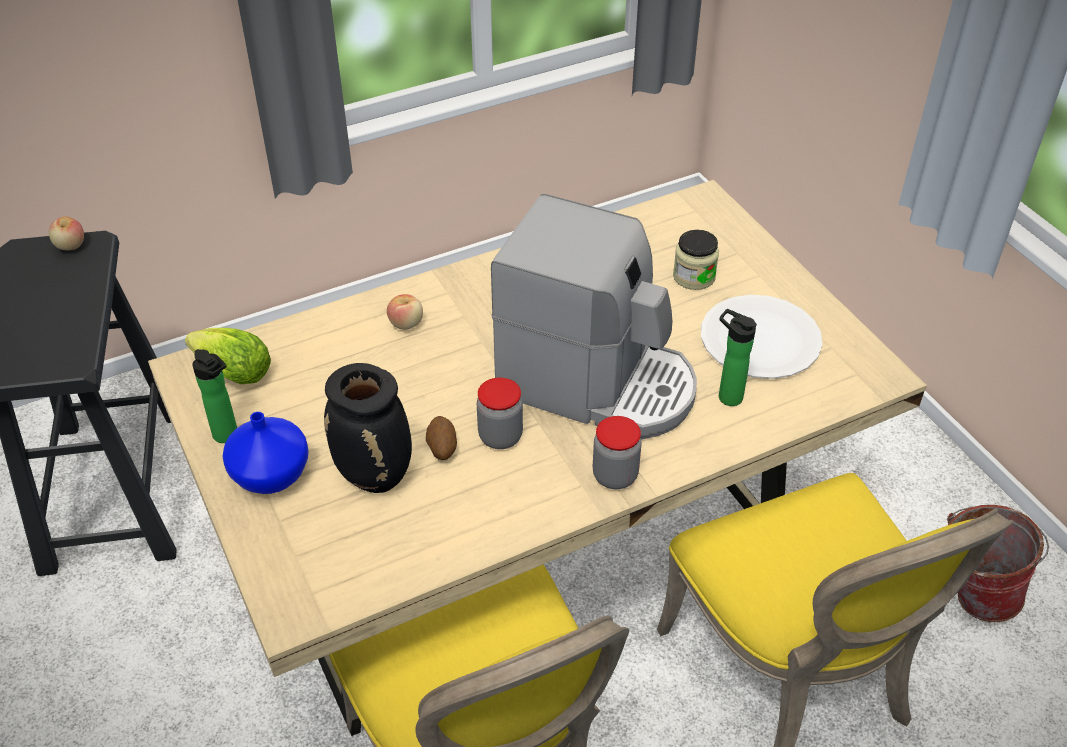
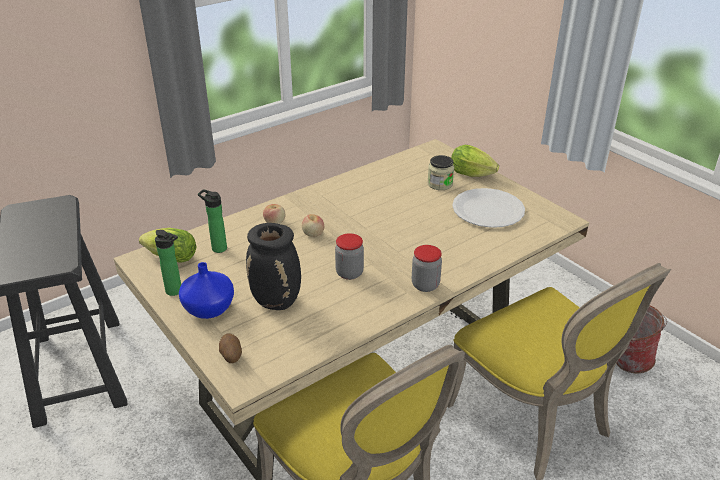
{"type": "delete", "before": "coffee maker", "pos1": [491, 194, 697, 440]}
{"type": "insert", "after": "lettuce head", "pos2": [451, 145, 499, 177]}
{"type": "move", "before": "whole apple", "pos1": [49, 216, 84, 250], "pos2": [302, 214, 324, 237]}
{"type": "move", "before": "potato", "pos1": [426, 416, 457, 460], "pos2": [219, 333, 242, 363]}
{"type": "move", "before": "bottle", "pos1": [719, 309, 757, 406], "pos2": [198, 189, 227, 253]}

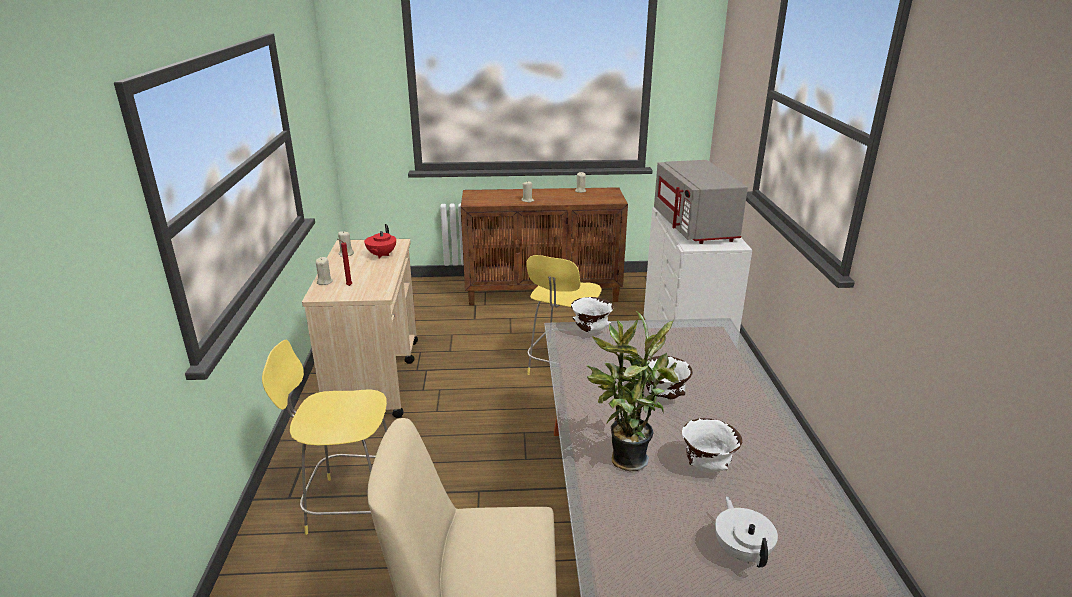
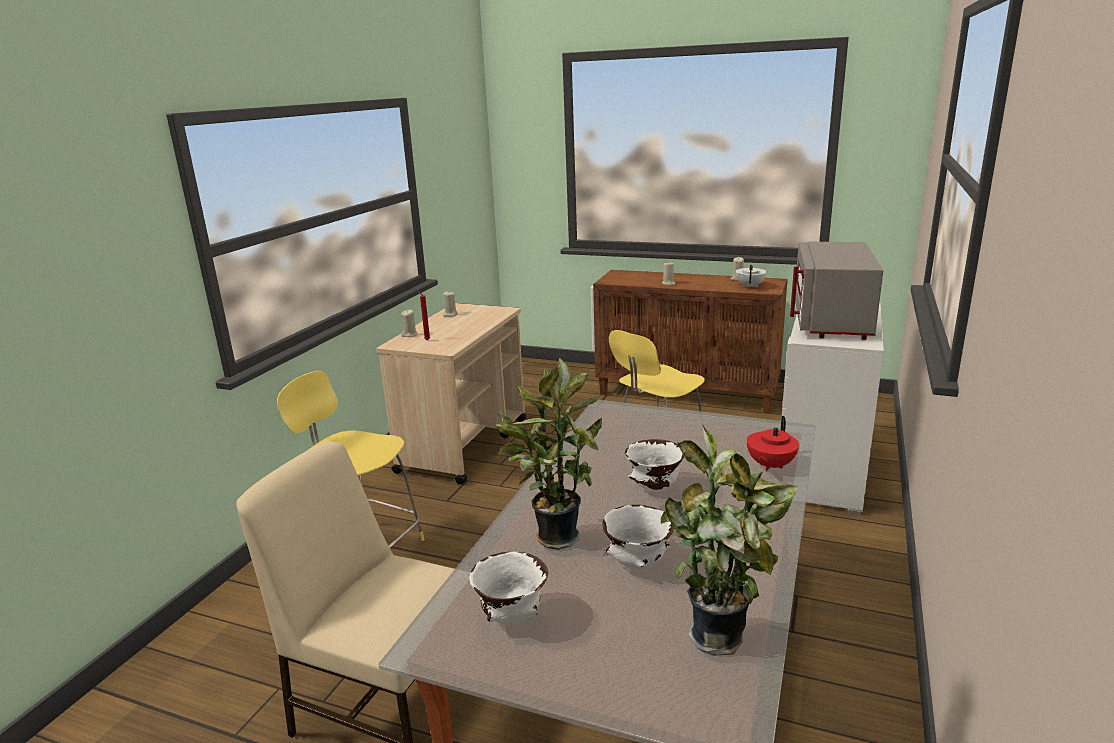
{"type": "insert", "after": "plant in a pot", "pos2": [661, 424, 798, 655]}
{"type": "move", "before": "red tea pot", "pos1": [364, 224, 396, 258], "pos2": [747, 416, 799, 471]}
{"type": "move", "before": "white serving bowl", "pos1": [571, 297, 613, 334], "pos2": [470, 552, 548, 625]}
{"type": "move", "before": "white tea pot", "pos1": [715, 496, 778, 567], "pos2": [736, 265, 766, 287]}

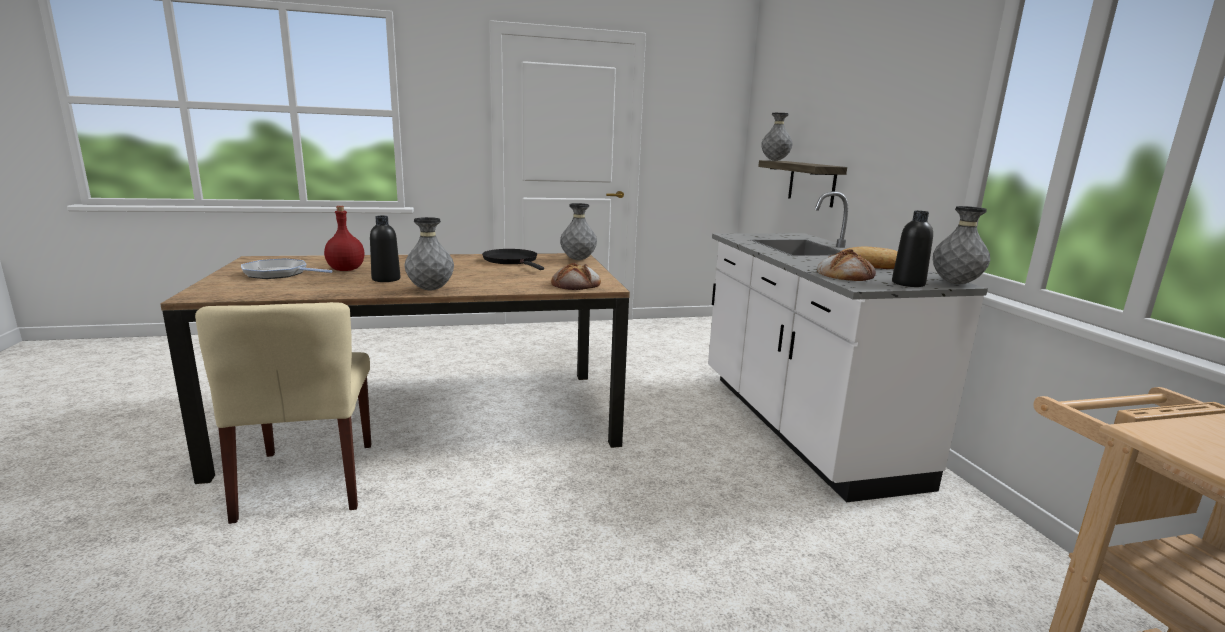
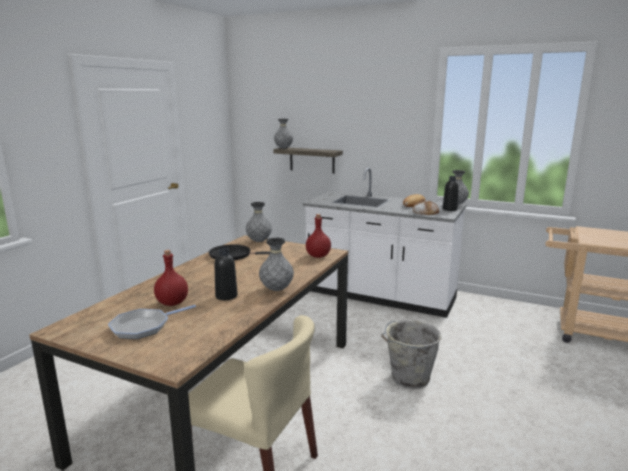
{"type": "insert", "after": "greyish bucket", "pos2": [381, 320, 442, 389]}
{"type": "replace", "before": "bread", "after": "red bottle", "pos1": [551, 262, 601, 290], "pos2": [306, 214, 331, 258]}

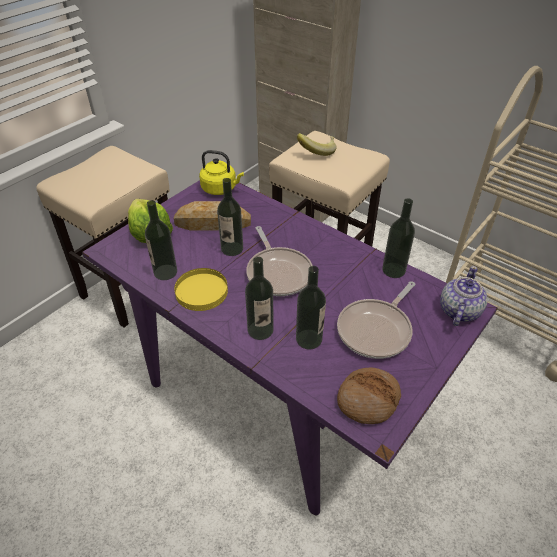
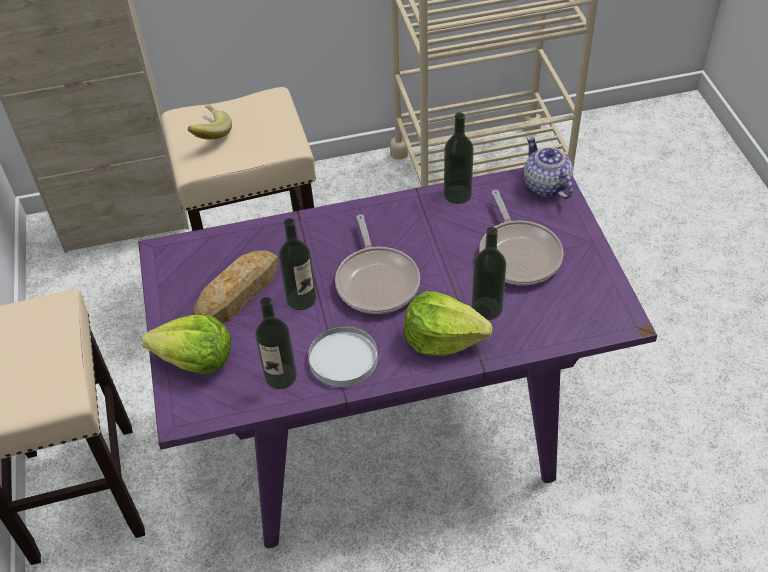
{"type": "delete", "before": "yellow tea kettle", "pos1": [199, 150, 244, 195]}
{"type": "delete", "before": "bread", "pos1": [337, 367, 401, 424]}
{"type": "replace", "before": "bottle", "after": "lettuce head", "pos1": [245, 257, 274, 340], "pos2": [404, 291, 493, 356]}
{"type": "recolor", "before": "yellow dinner plate", "after": "white dinner plate", "pos1": [174, 268, 228, 311], "pos2": [308, 325, 378, 387]}
{"type": "rotate", "before": "skillet", "pos1": [246, 226, 313, 296], "pos2": [335, 214, 420, 314], "turn": 60}

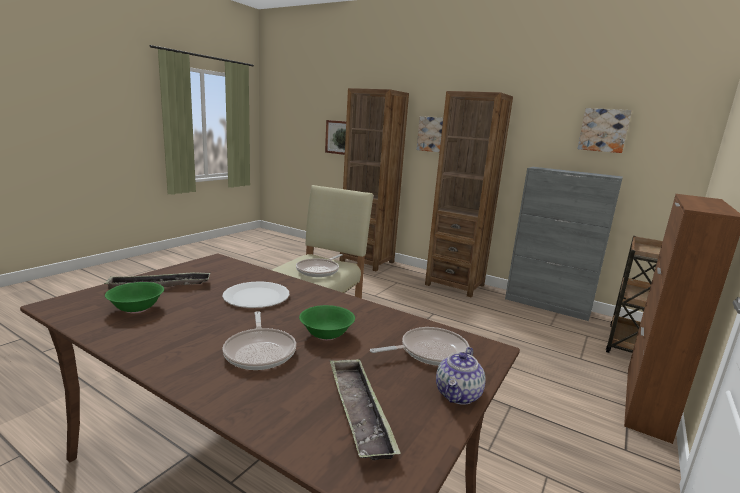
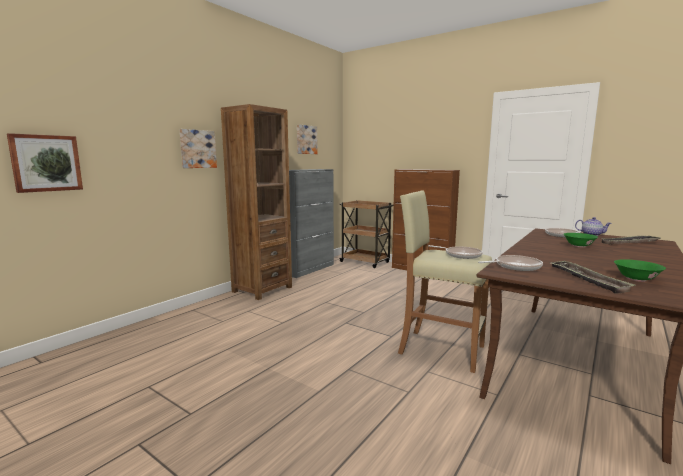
{"type": "delete", "before": "white dinner plate", "pos1": [222, 282, 289, 308]}
{"type": "delete", "before": "brown shelving unit", "pos1": [340, 88, 409, 271]}
{"type": "move", "before": "skillet", "pos1": [223, 311, 296, 370], "pos2": [478, 255, 543, 271]}

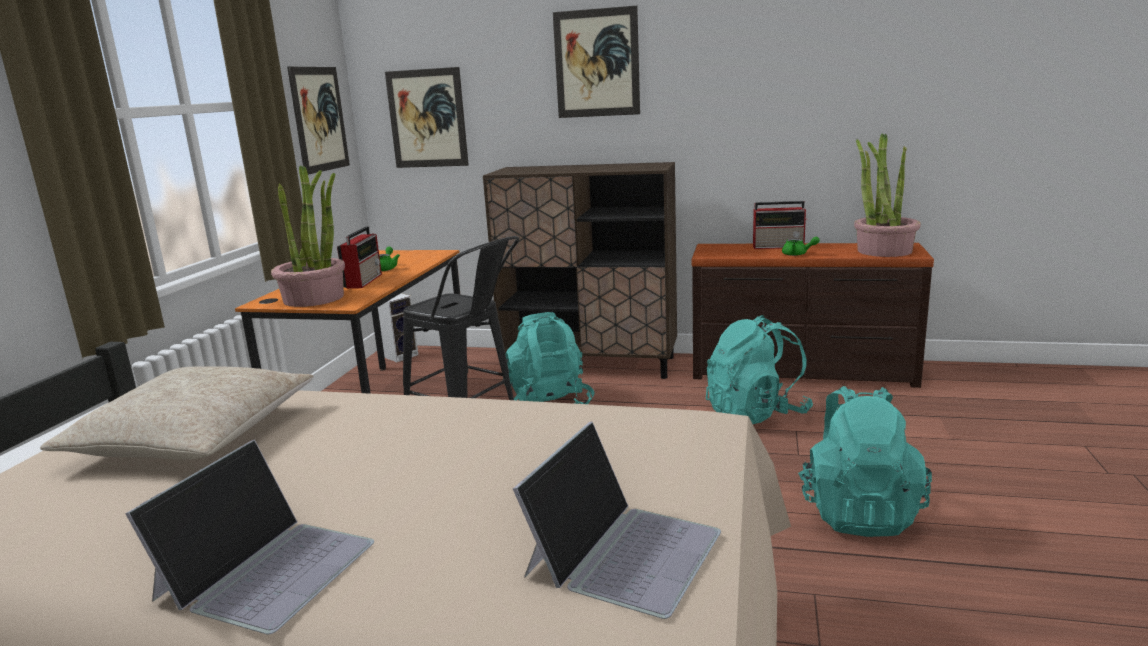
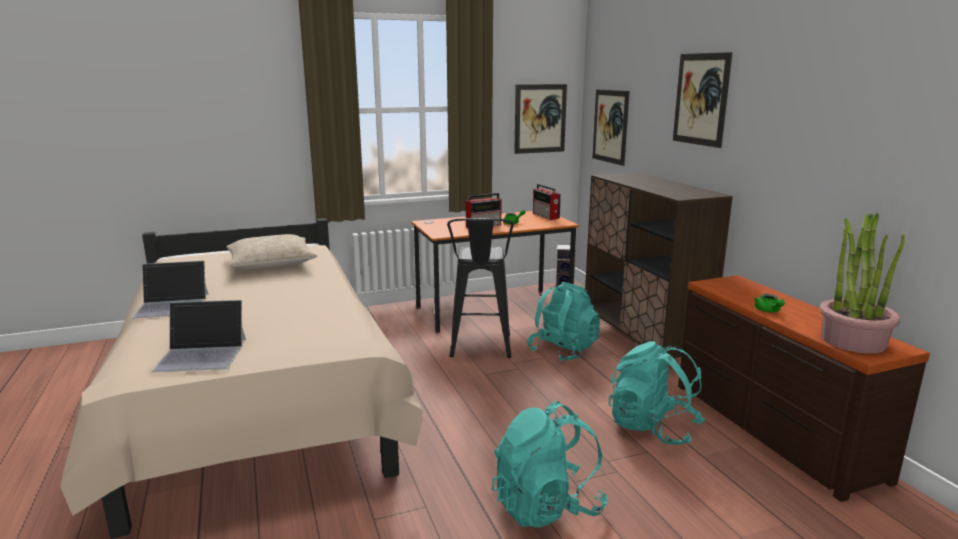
{"type": "delete", "before": "plant in a pot", "pos1": [271, 165, 345, 307]}
{"type": "move", "before": "radio set", "pos1": [753, 201, 807, 249], "pos2": [533, 184, 561, 220]}

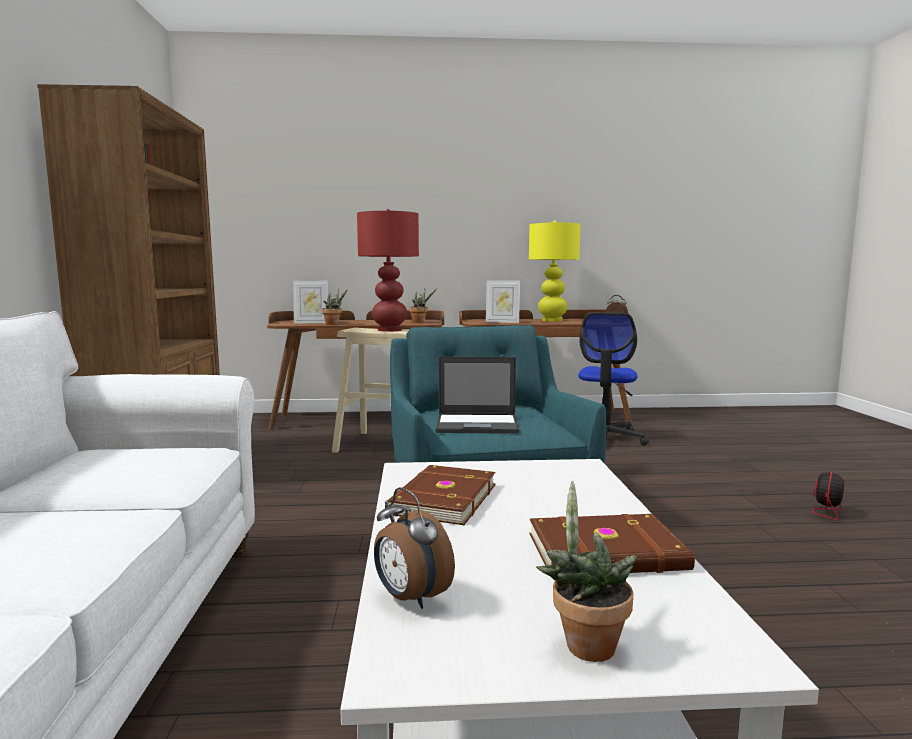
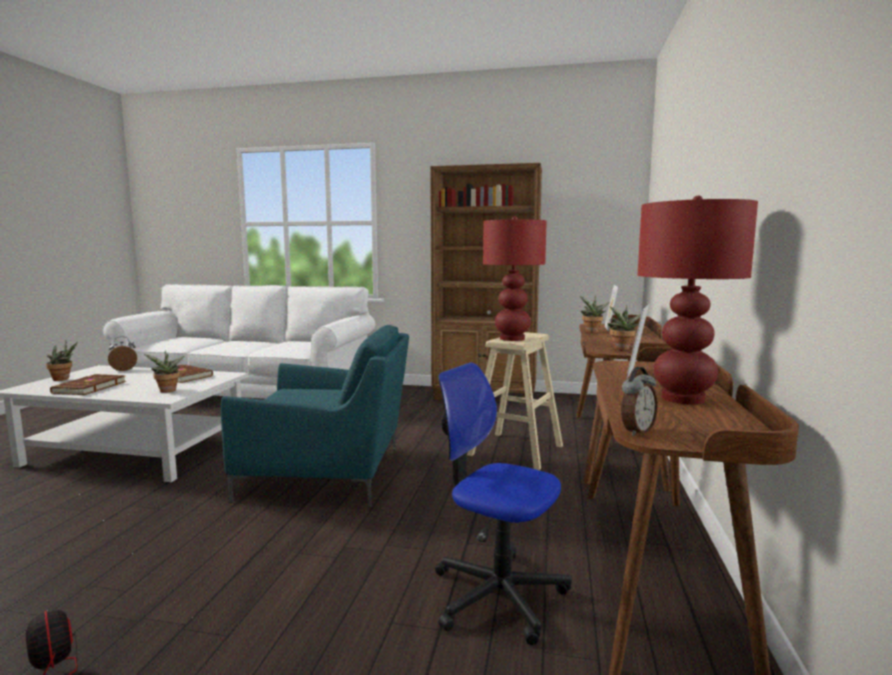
{"type": "delete", "before": "notebook computer", "pos1": [436, 357, 519, 434]}
{"type": "insert", "after": "plant in a pot", "pos2": [144, 351, 185, 393]}
{"type": "recolor", "before": "yellow lamp for a table", "after": "red lamp for a table", "pos1": [529, 220, 581, 322], "pos2": [638, 196, 758, 405]}

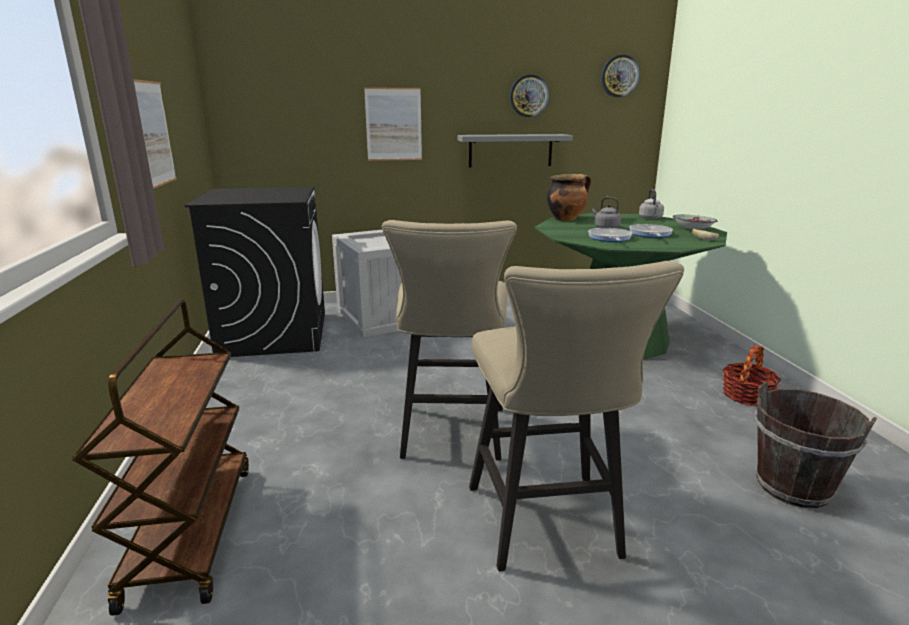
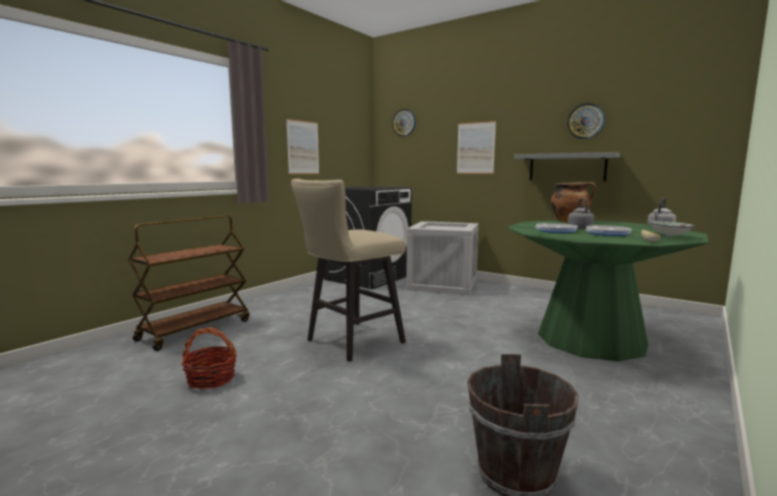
{"type": "delete", "before": "beige-coloured stool", "pos1": [469, 261, 684, 571]}
{"type": "move", "before": "wall clock", "pos1": [601, 55, 640, 97], "pos2": [392, 109, 416, 137]}
{"type": "move", "before": "storage basket", "pos1": [722, 345, 781, 406], "pos2": [181, 327, 237, 390]}

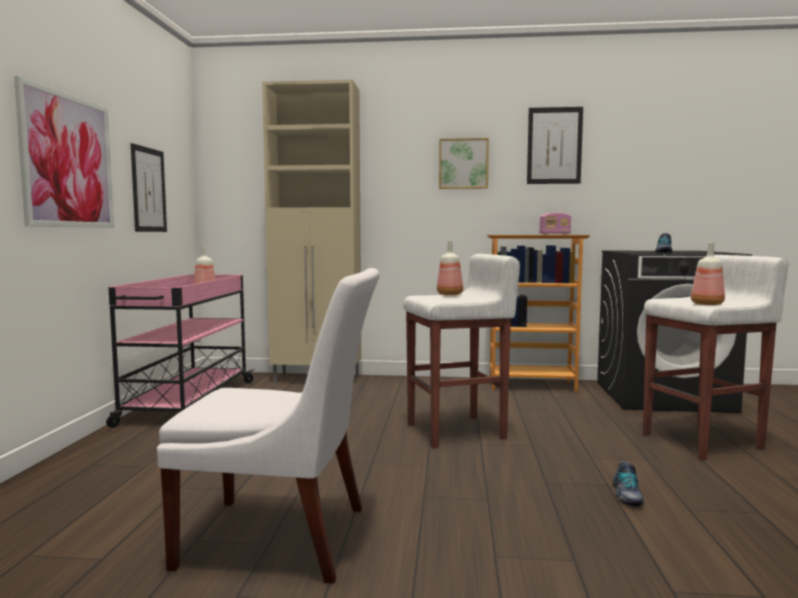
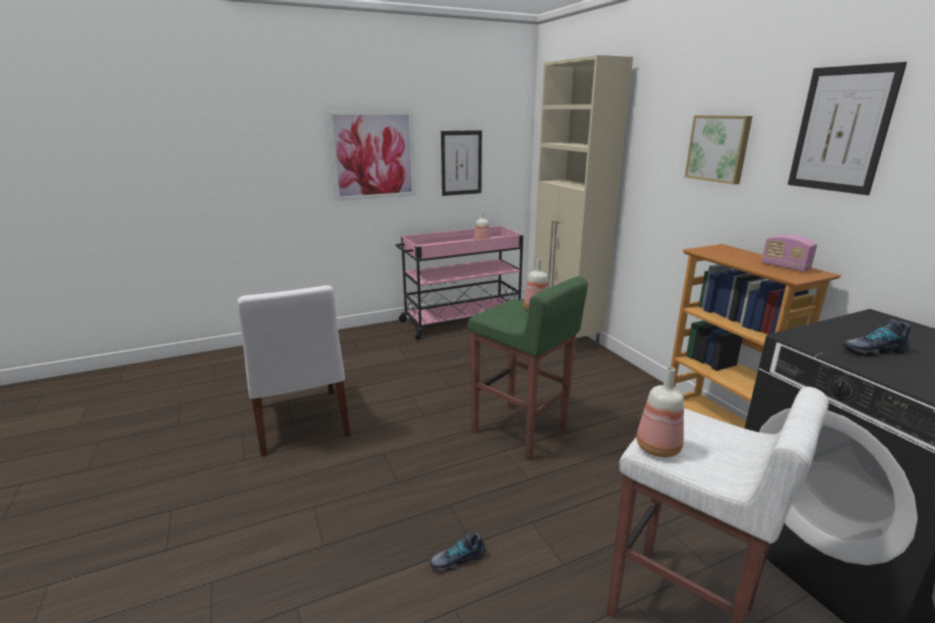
{"type": "recolor", "before": "white stool", "after": "greenish stool", "pos1": [403, 254, 520, 448], "pos2": [467, 277, 588, 461]}

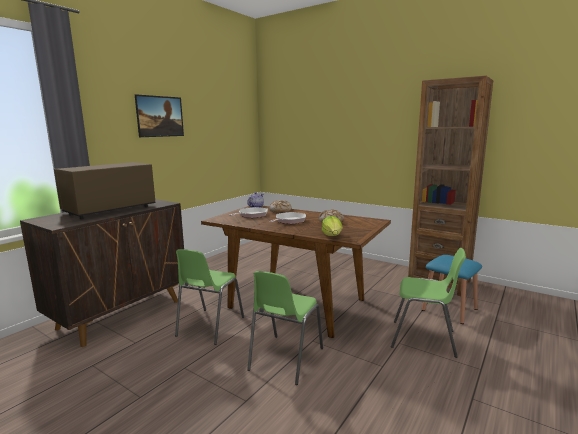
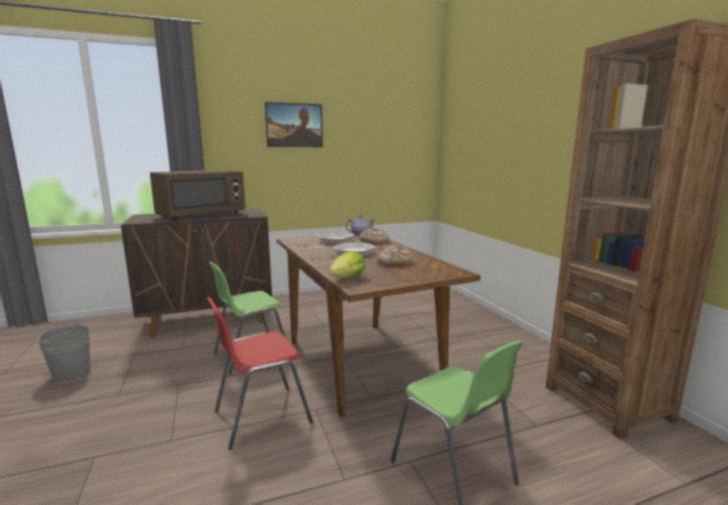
{"type": "delete", "before": "blue-coloured stool", "pos1": [422, 255, 482, 324]}
{"type": "insert", "after": "greyish bucket", "pos2": [37, 322, 90, 382]}
{"type": "recolor", "before": "greenish chair", "after": "red chair", "pos1": [247, 271, 323, 385], "pos2": [207, 297, 313, 450]}
{"type": "rotate", "before": "brown microwave oven", "pos1": [54, 162, 156, 219], "pos2": [150, 170, 245, 220], "turn": 150}

